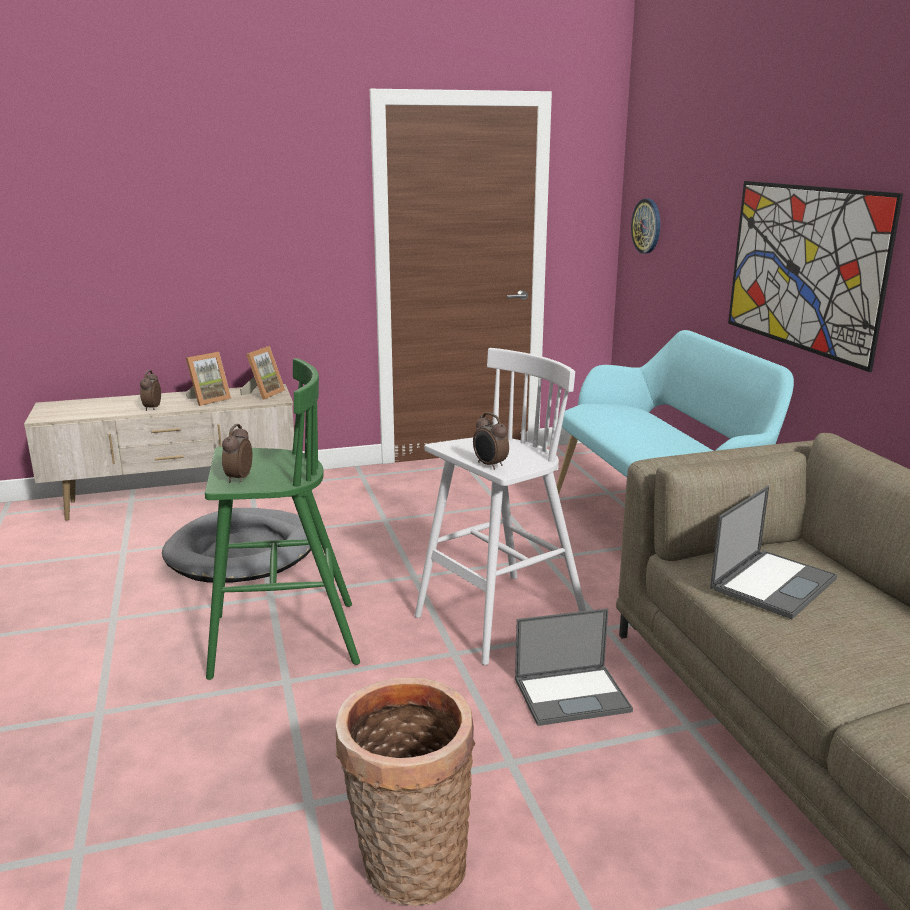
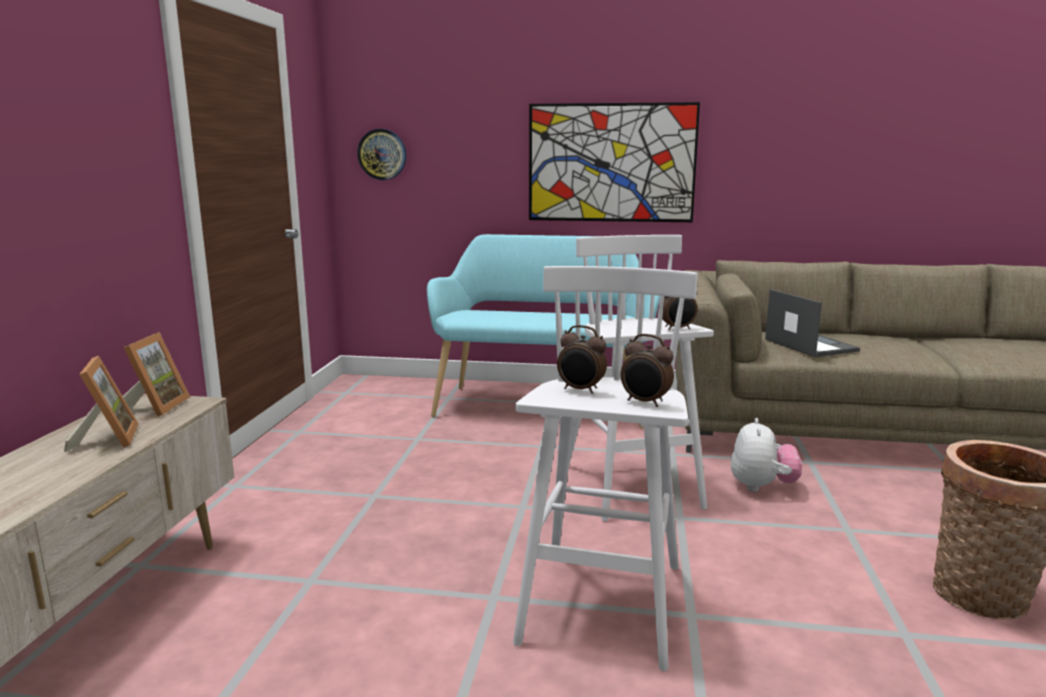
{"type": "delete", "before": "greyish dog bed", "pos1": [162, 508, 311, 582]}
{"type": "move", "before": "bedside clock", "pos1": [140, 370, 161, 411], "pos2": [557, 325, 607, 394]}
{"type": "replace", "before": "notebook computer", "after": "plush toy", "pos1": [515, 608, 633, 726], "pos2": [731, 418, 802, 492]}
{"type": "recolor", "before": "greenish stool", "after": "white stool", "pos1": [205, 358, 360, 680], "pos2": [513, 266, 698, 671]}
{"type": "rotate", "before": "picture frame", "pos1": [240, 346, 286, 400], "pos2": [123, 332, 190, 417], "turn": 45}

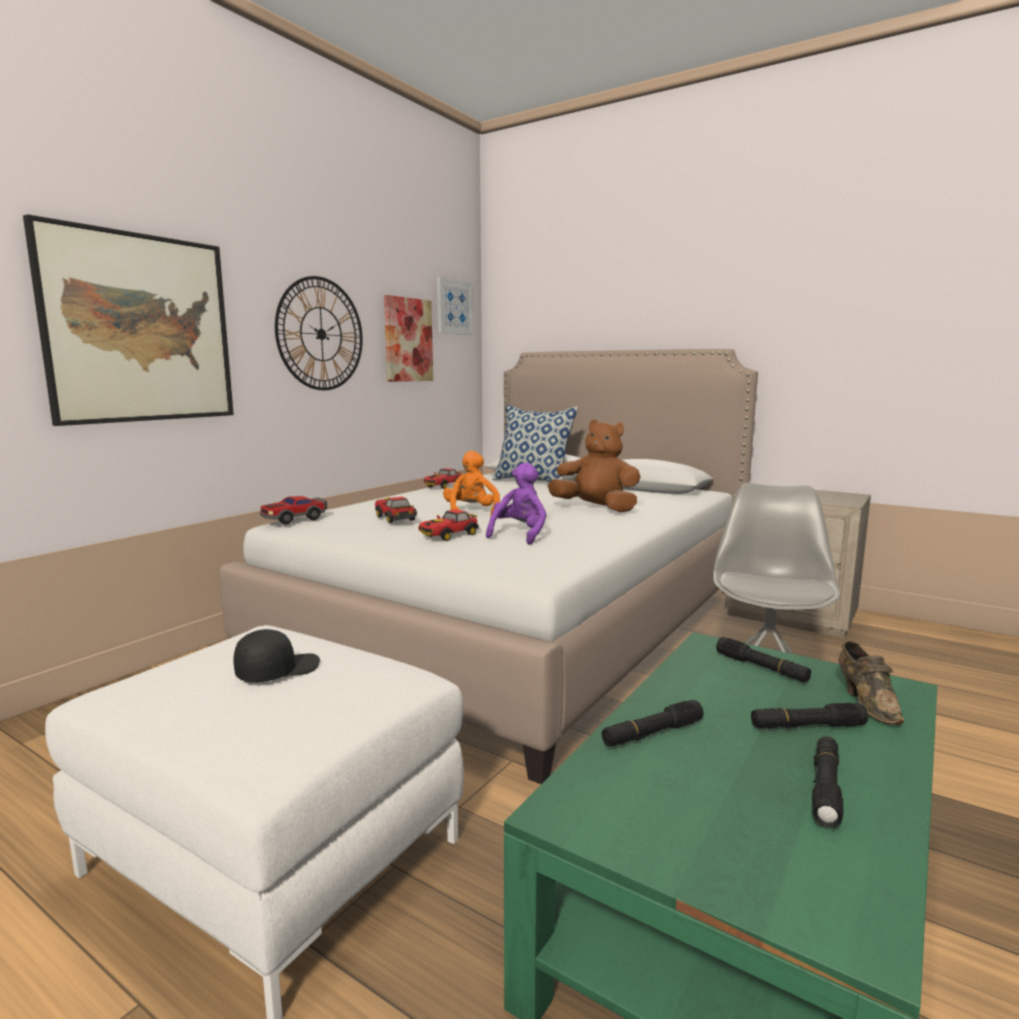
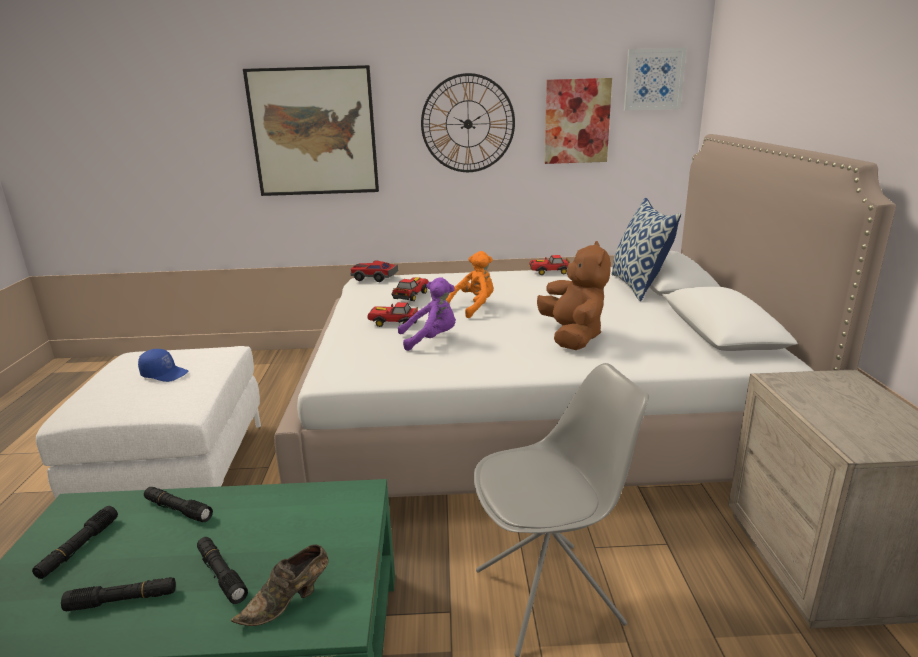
{"type": "move", "before": "black flashlight", "pos1": [716, 637, 811, 682], "pos2": [32, 506, 118, 579]}
{"type": "recolor", "before": "black cap", "after": "blue-coloured cap", "pos1": [233, 629, 320, 682], "pos2": [138, 349, 188, 382]}

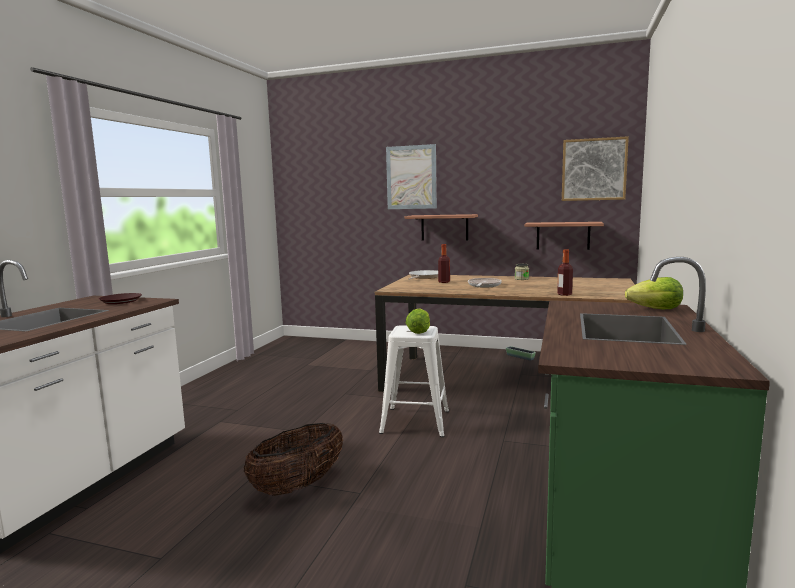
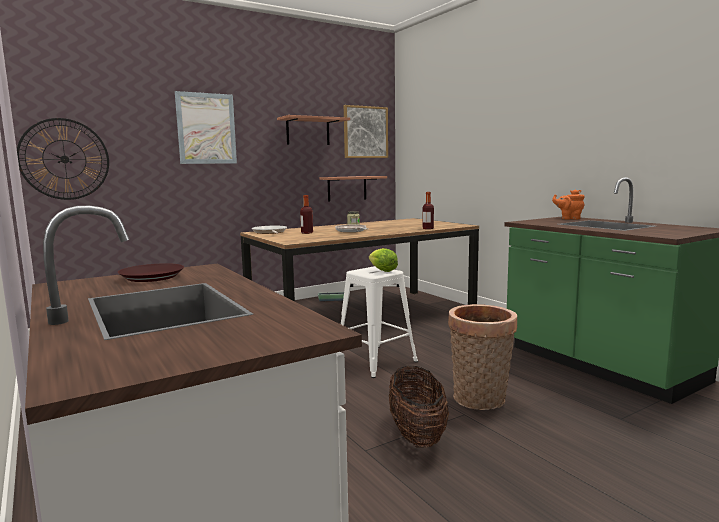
{"type": "insert", "after": "wall clock", "pos2": [17, 118, 109, 200]}
{"type": "insert", "after": "storage basket", "pos2": [448, 304, 517, 410]}
{"type": "move", "before": "wall shelf", "pos1": [405, 214, 478, 241], "pos2": [277, 115, 350, 145]}
{"type": "replace", "before": "lettuce head", "after": "orangey tea pot", "pos1": [625, 277, 683, 309], "pos2": [552, 190, 585, 220]}

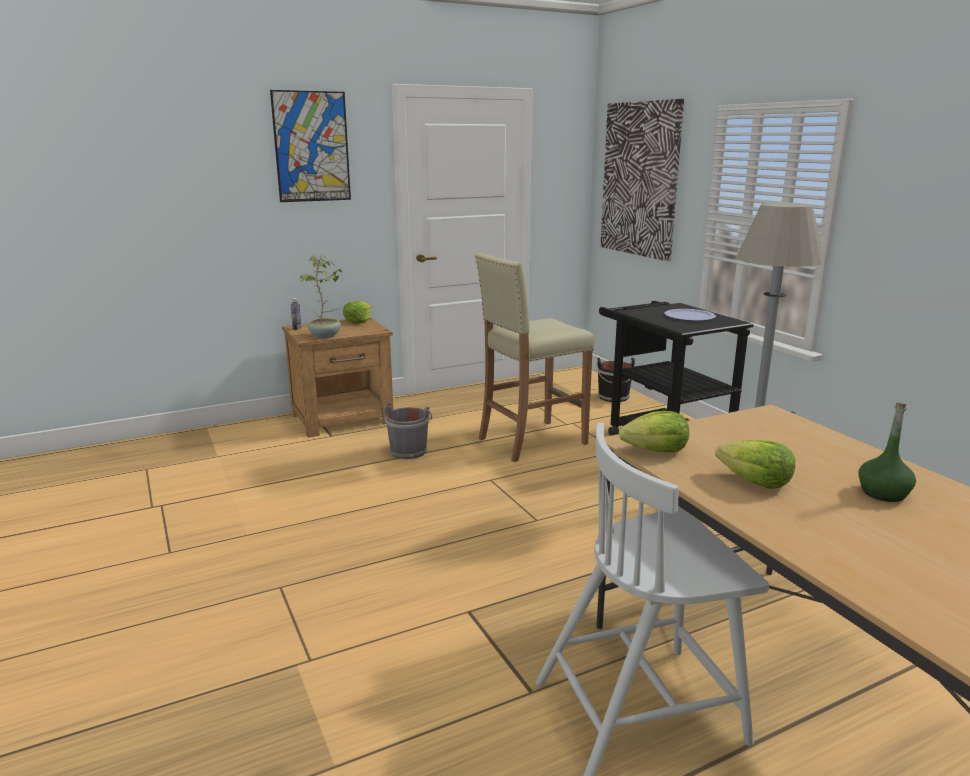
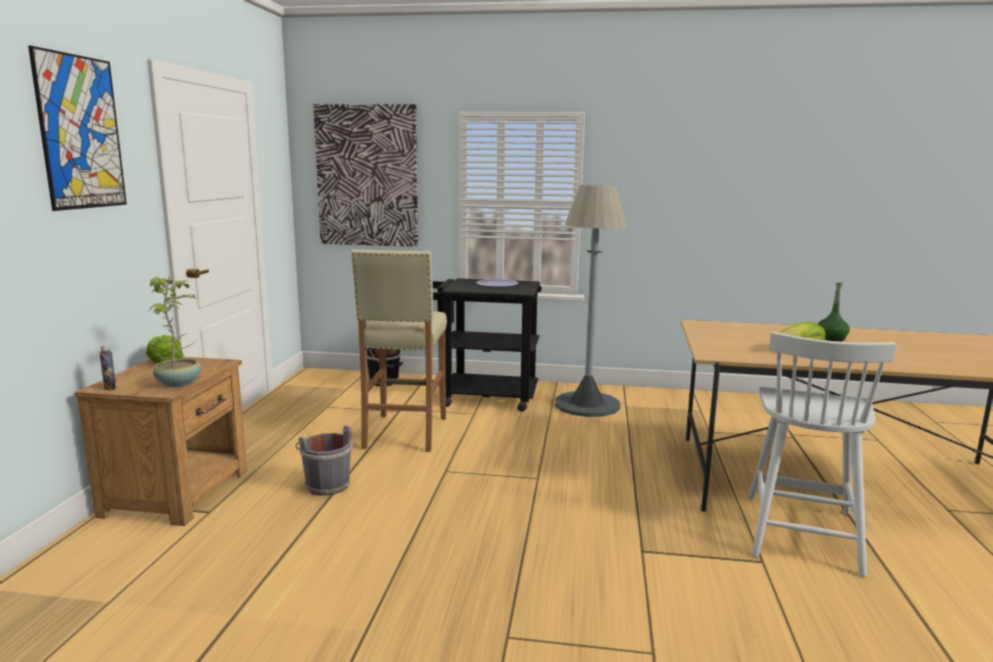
{"type": "delete", "before": "lettuce head", "pos1": [619, 411, 689, 453]}

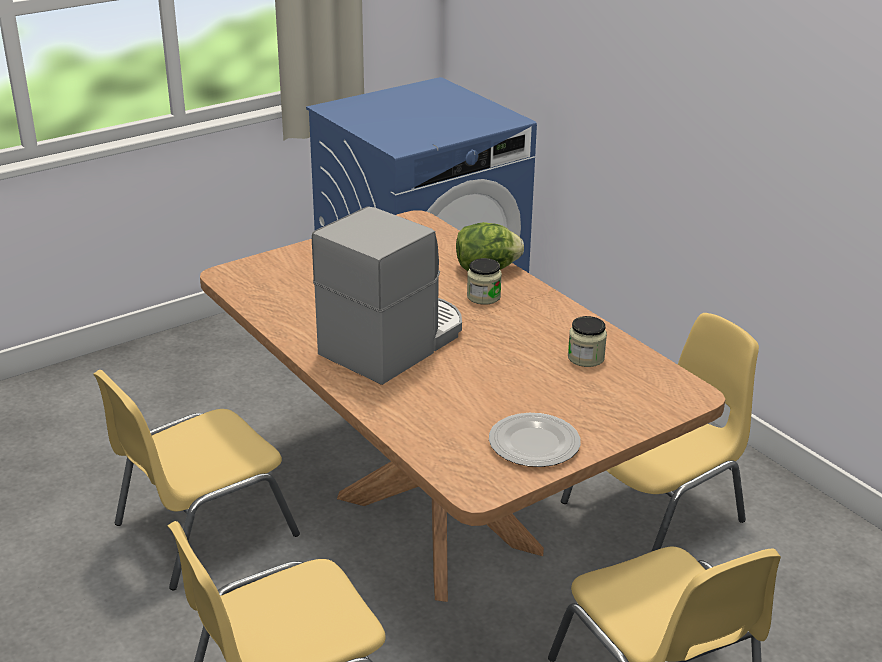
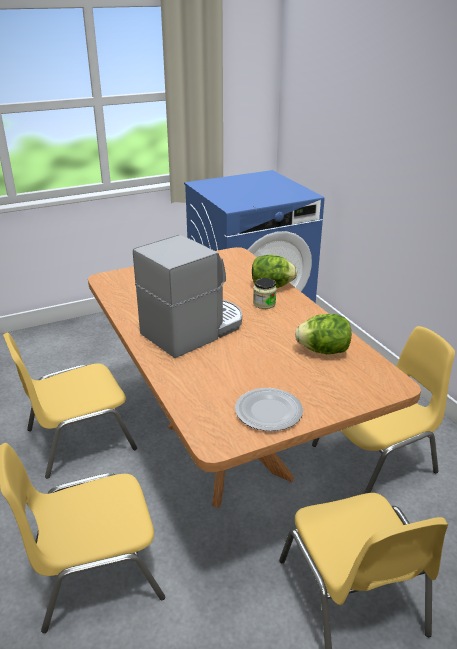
{"type": "replace", "before": "storage jar", "after": "lettuce head", "pos1": [568, 316, 607, 367], "pos2": [295, 314, 351, 354]}

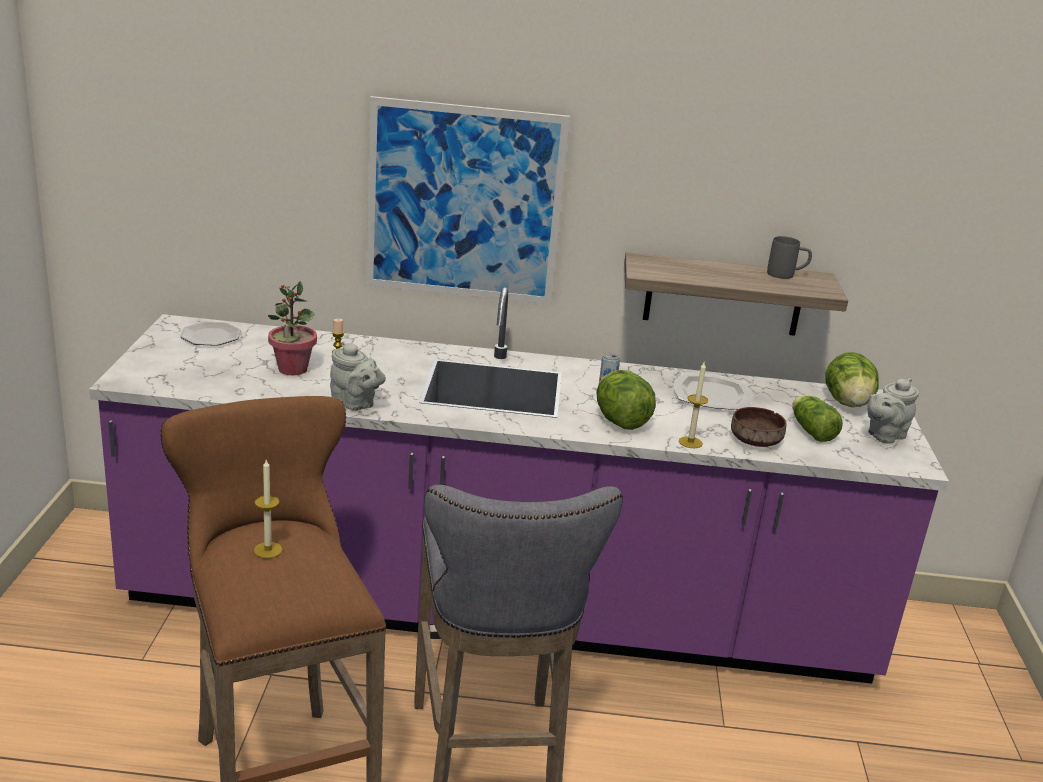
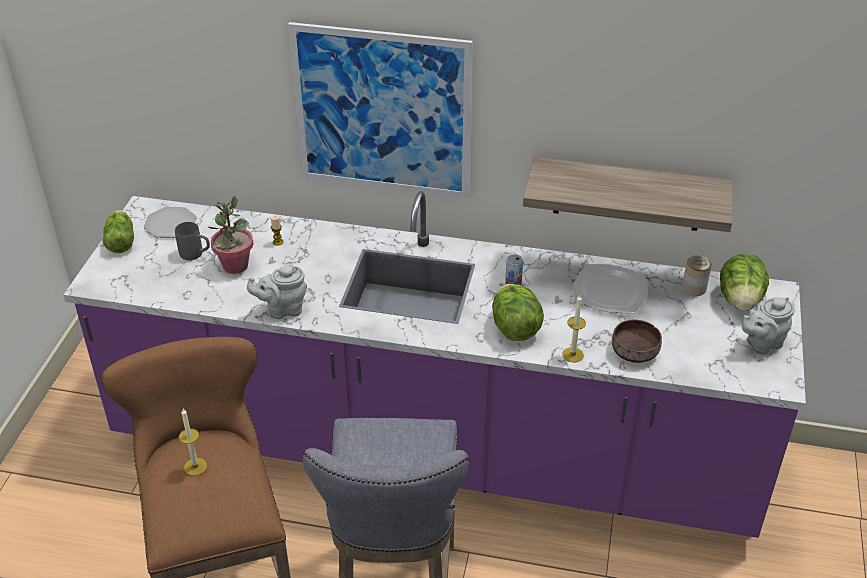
{"type": "insert", "after": "can", "pos2": [682, 255, 712, 296]}
{"type": "move", "before": "greyish mug", "pos1": [767, 236, 812, 279], "pos2": [175, 222, 210, 260]}
{"type": "move", "before": "lettuce head", "pos1": [792, 396, 843, 442], "pos2": [103, 210, 134, 253]}
{"type": "rotate", "before": "greyish tea pot", "pos1": [330, 341, 386, 411], "pos2": [247, 265, 307, 319], "turn": 120}

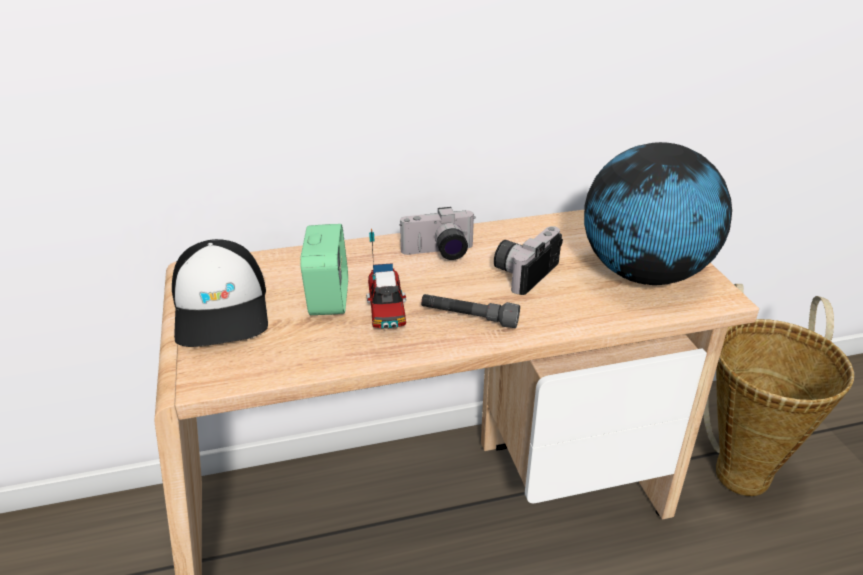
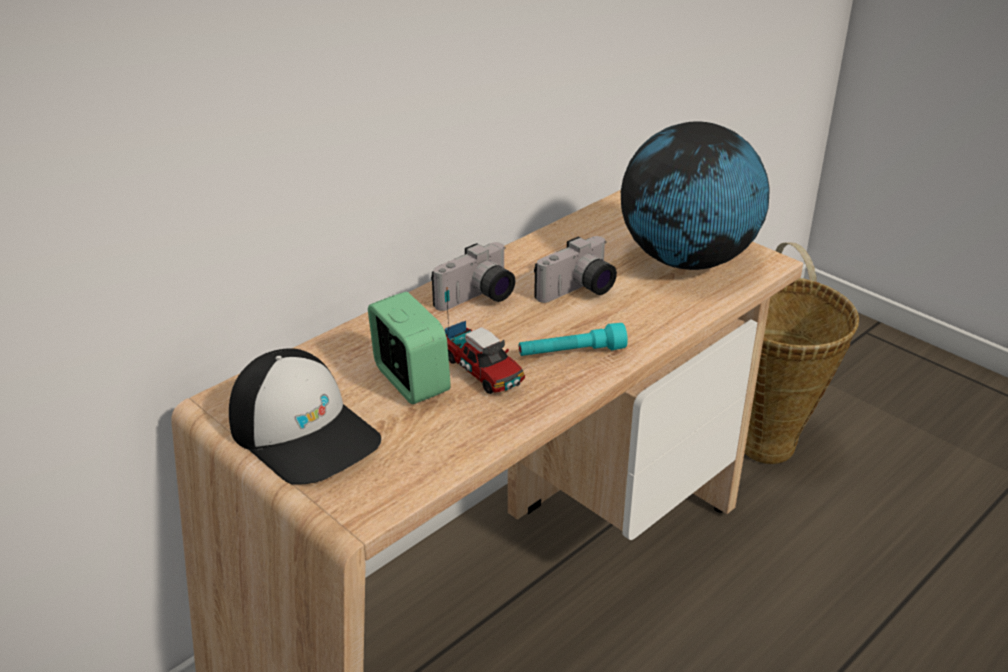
{"type": "recolor", "before": "greyish flashlight", "after": "blue-green flashlight", "pos1": [421, 294, 520, 328], "pos2": [519, 323, 628, 356]}
{"type": "rotate", "before": "photo camera", "pos1": [494, 226, 563, 295], "pos2": [534, 236, 617, 303], "turn": -135}

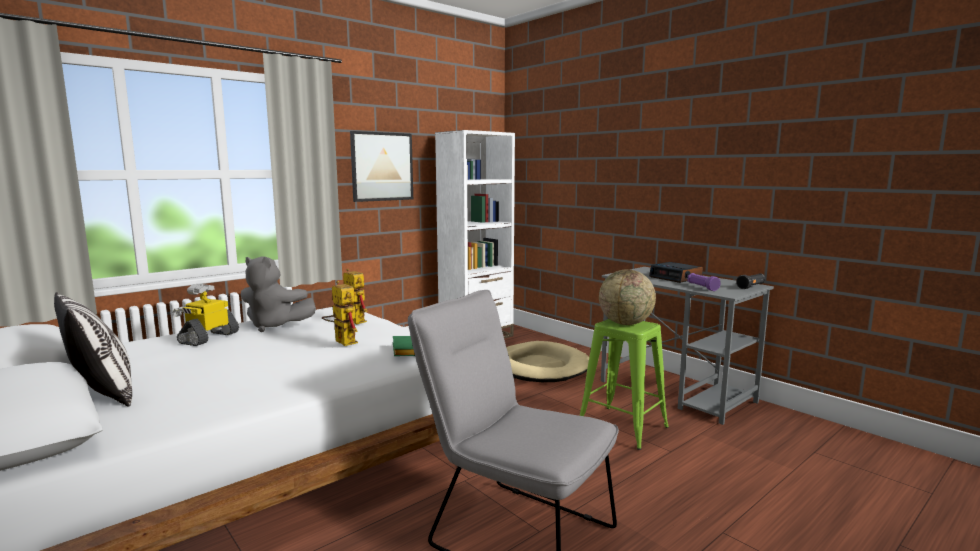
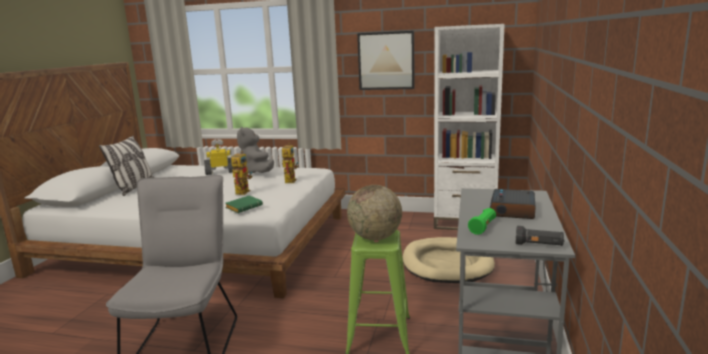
{"type": "recolor", "before": "purple-coloured flashlight", "after": "greenish flashlight", "pos1": [688, 273, 721, 291], "pos2": [468, 208, 496, 235]}

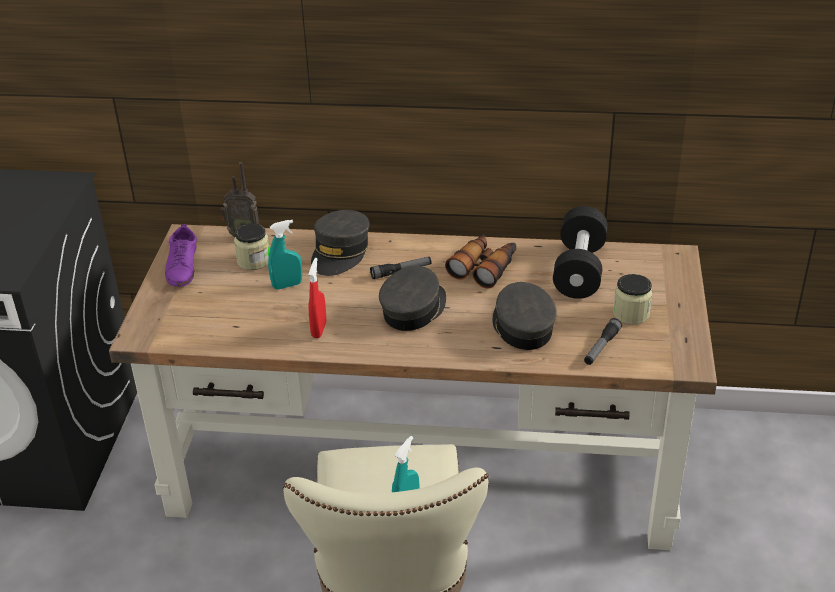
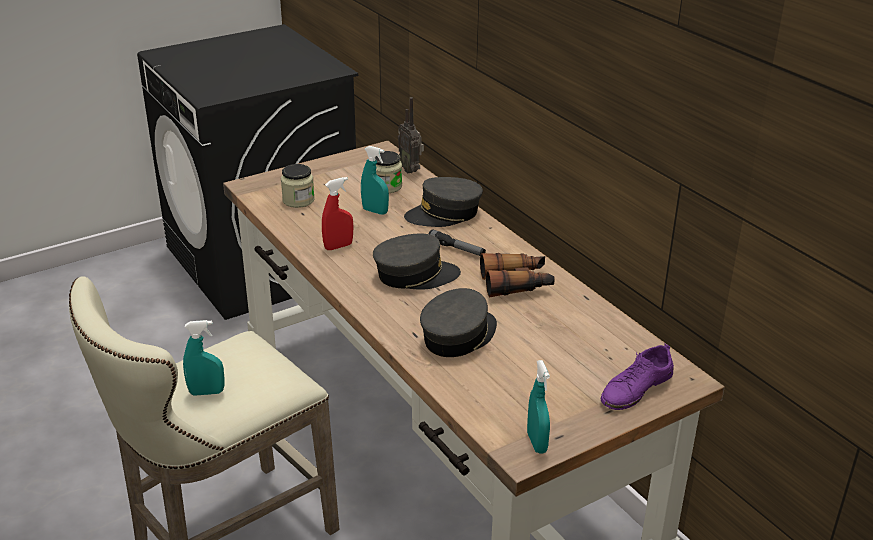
{"type": "delete", "before": "black hand weight", "pos1": [553, 206, 608, 299]}
{"type": "delete", "before": "flashlight", "pos1": [584, 318, 622, 365]}
{"type": "insert", "after": "blue-green spray bottle", "pos2": [527, 360, 550, 454]}
{"type": "move", "before": "purple-coloured low shoe", "pos1": [165, 224, 197, 287], "pos2": [601, 343, 674, 410]}
{"type": "move", "before": "storage jar", "pos1": [613, 274, 653, 325], "pos2": [281, 164, 315, 208]}

